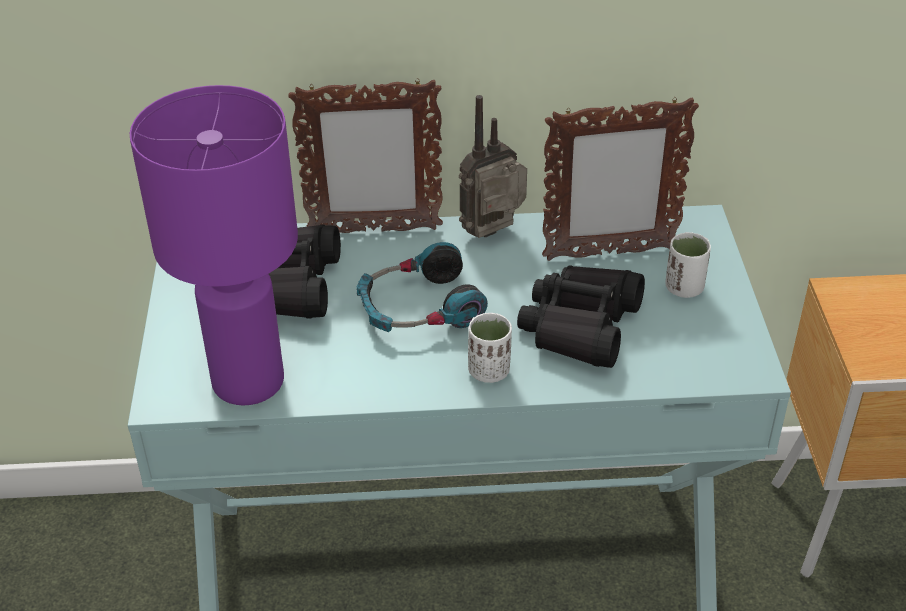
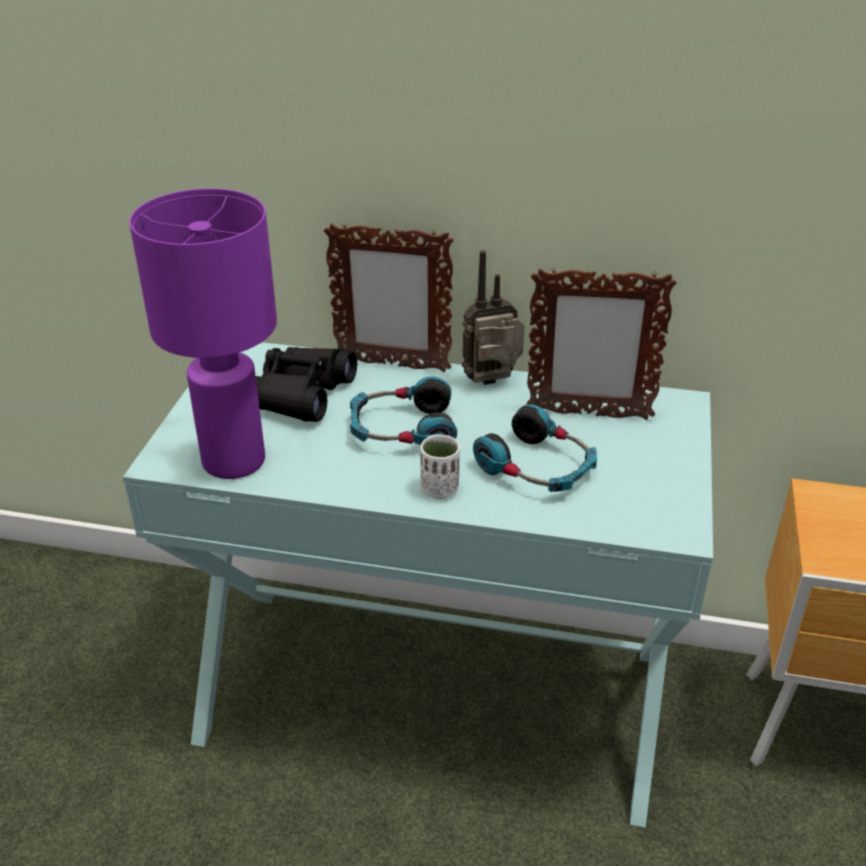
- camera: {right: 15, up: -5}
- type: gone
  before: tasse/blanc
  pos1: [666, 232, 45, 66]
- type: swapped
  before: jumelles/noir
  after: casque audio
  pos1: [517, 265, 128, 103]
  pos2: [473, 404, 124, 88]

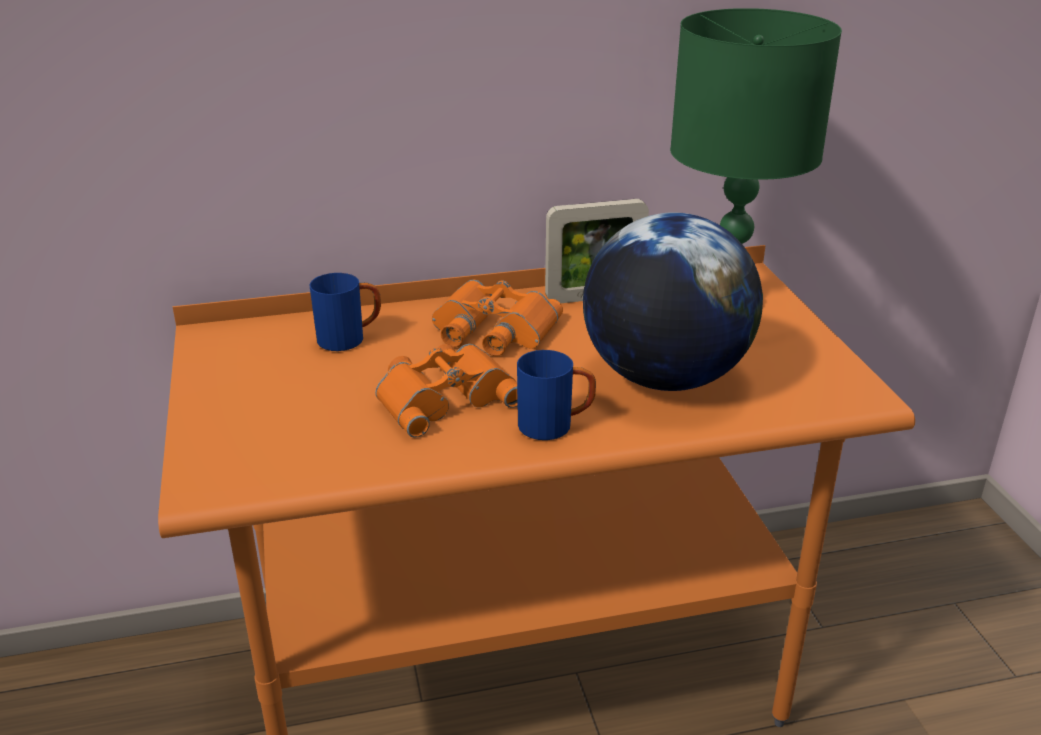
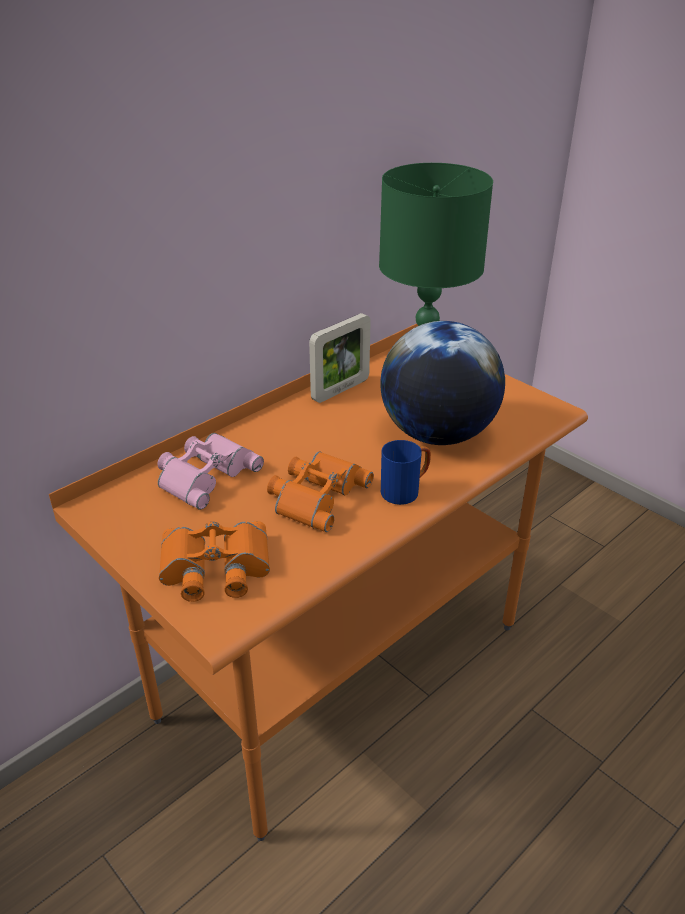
- camera: {right: -30, up: 5}
- type: swapped
  before: mug/bleu
  after: jumelles/rose
  pos1: [310, 273, 71, 78]
  pos2: [157, 433, 107, 77]
- type: shifted
  before: jumelles/orange
  pos1: [432, 279, 131, 77]
  pos2: [159, 521, 111, 81]

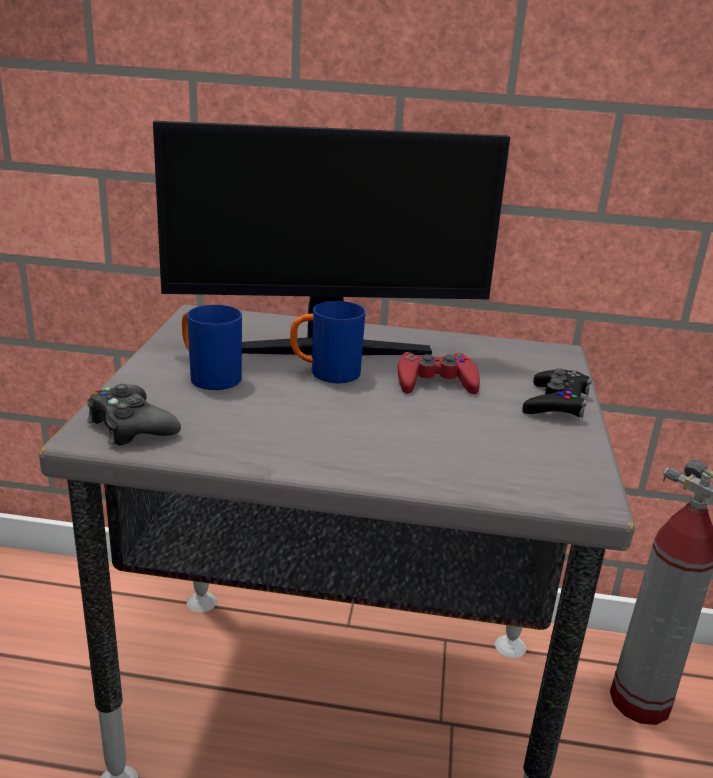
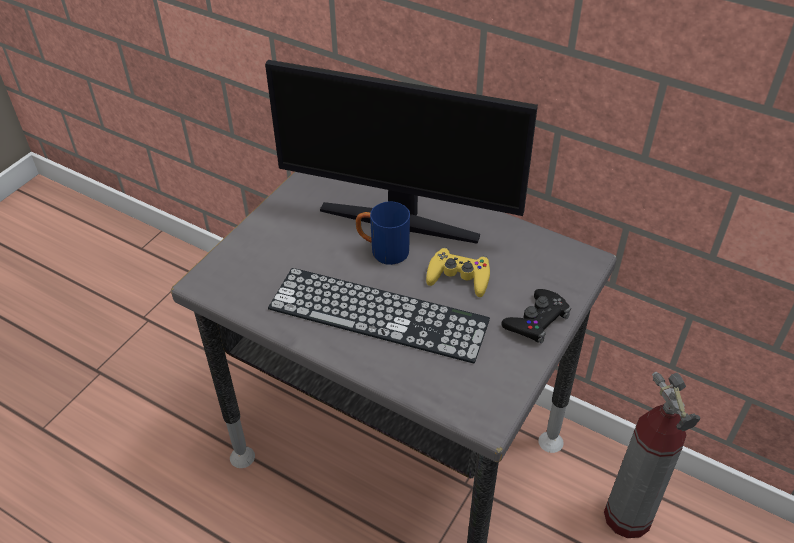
- camera: {right: 25, up: 20}
- type: gone
  before: mug/bleu
  pos1: [182, 305, 60, 85]
- type: repainted
  before: manette/rouge
  after: manette/jaune
  pos1: [397, 352, 83, 42]
  pos2: [426, 247, 64, 50]
- type: gone
  before: manette/noir
  pos1: [87, 384, 94, 62]
- type: new
  after: clavier
  pos2: [268, 268, 222, 95]

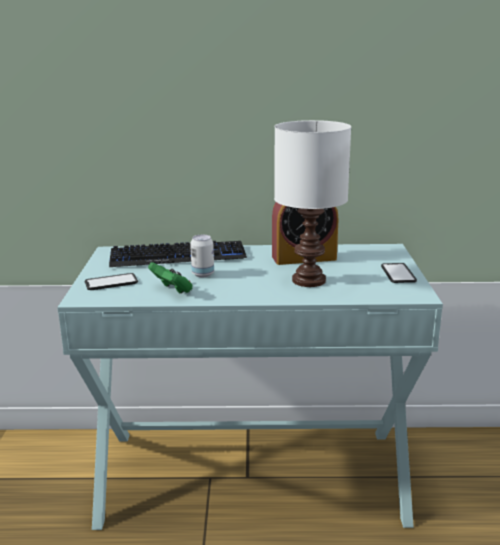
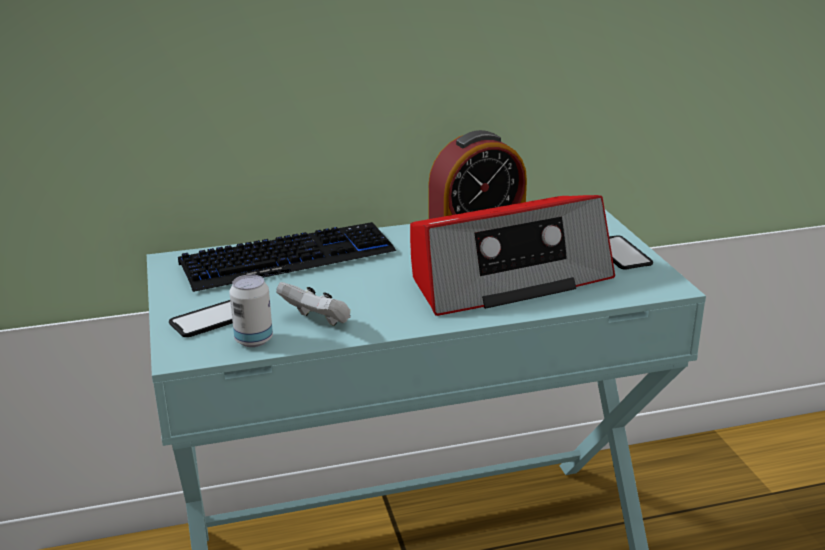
- camera: {right: -15, up: 5}
- type: swapped
  before: lampe de table/blanc
  after: radio
  pos1: [274, 120, 77, 167]
  pos2: [410, 195, 205, 121]
- type: shifted
  before: boîte métallique
  pos1: [190, 235, 24, 42]
  pos2: [229, 274, 44, 73]
- type: repainted
  before: manette/vert
  after: manette/blanc
  pos1: [148, 262, 45, 32]
  pos2: [276, 282, 75, 44]

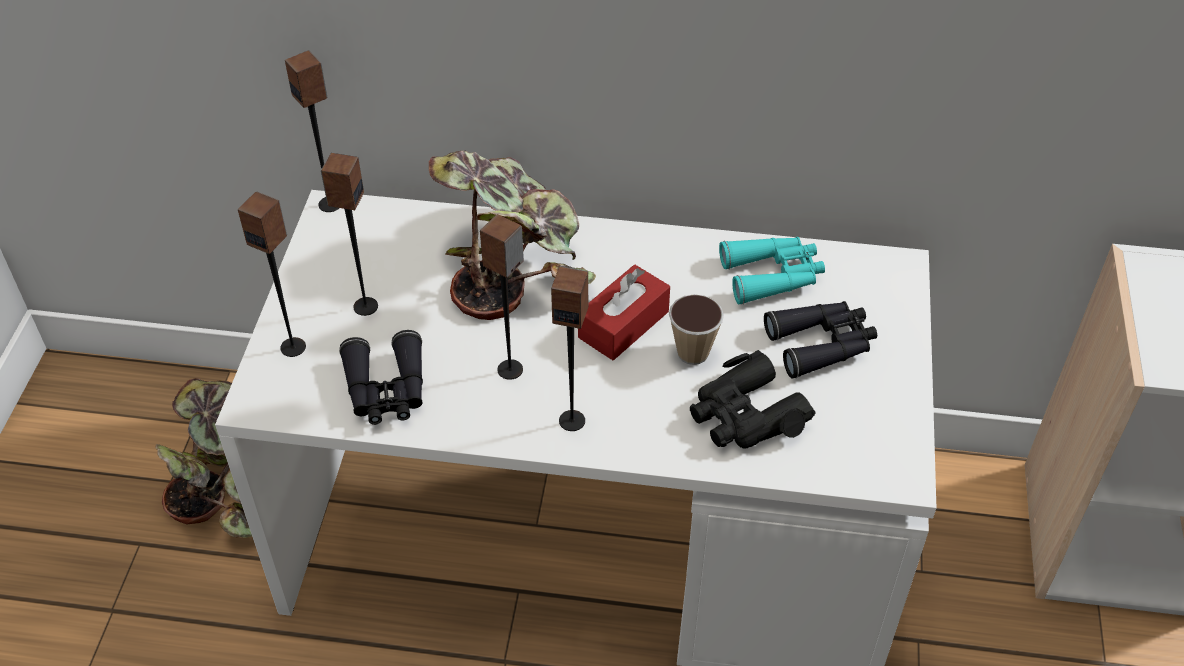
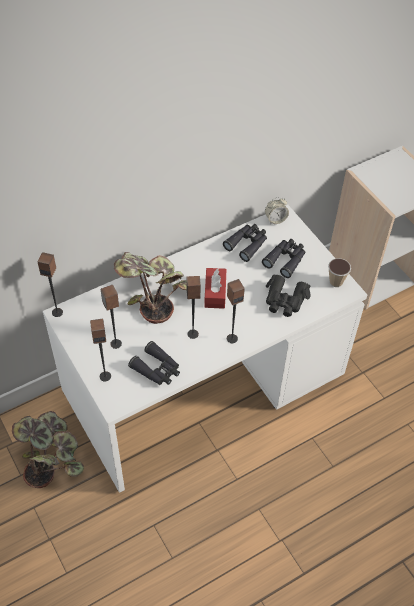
- camera: {right: -40, up: 5}
- type: repainted
  before: jumelles/turquoise
  after: jumelles/noir
  pos1: [719, 237, 106, 67]
  pos2: [223, 224, 44, 38]
- type: shifted
  before: tasse
  pos1: [669, 294, 55, 71]
  pos2: [328, 258, 23, 29]
- type: new
  after: réveil
  pos2: [265, 197, 24, 27]

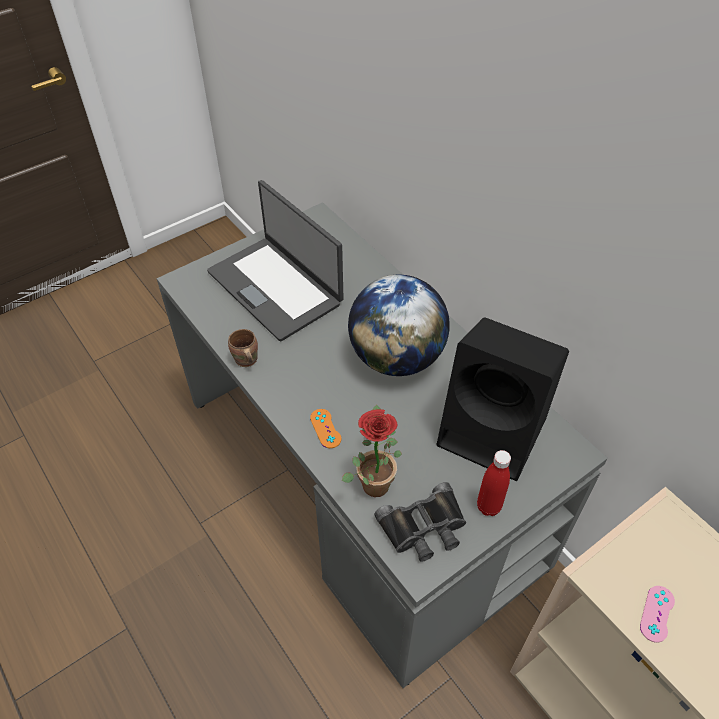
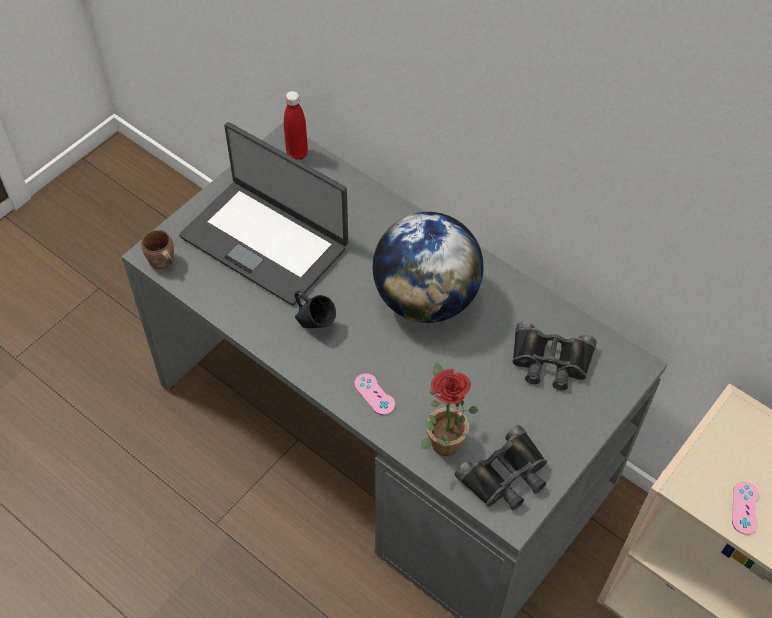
- camera: {right: -15, up: 5}
- type: swapped
  before: enceinte/noir
  after: jumelles/noir
  pos1: [436, 317, 133, 164]
  pos2: [512, 322, 84, 68]
- type: shifted
  before: mug/marron
  pos1: [228, 329, 30, 38]
  pos2: [141, 230, 33, 40]
- type: repainted
  before: manette/orange
  after: manette/rose
  pos1: [310, 409, 31, 39]
  pos2: [354, 373, 41, 42]
- type: shifted
  before: bouteille/rouge
  pos1: [477, 450, 34, 66]
  pos2: [284, 91, 24, 69]
- type: new
  after: mug/bleu
  pos2: [295, 291, 41, 37]

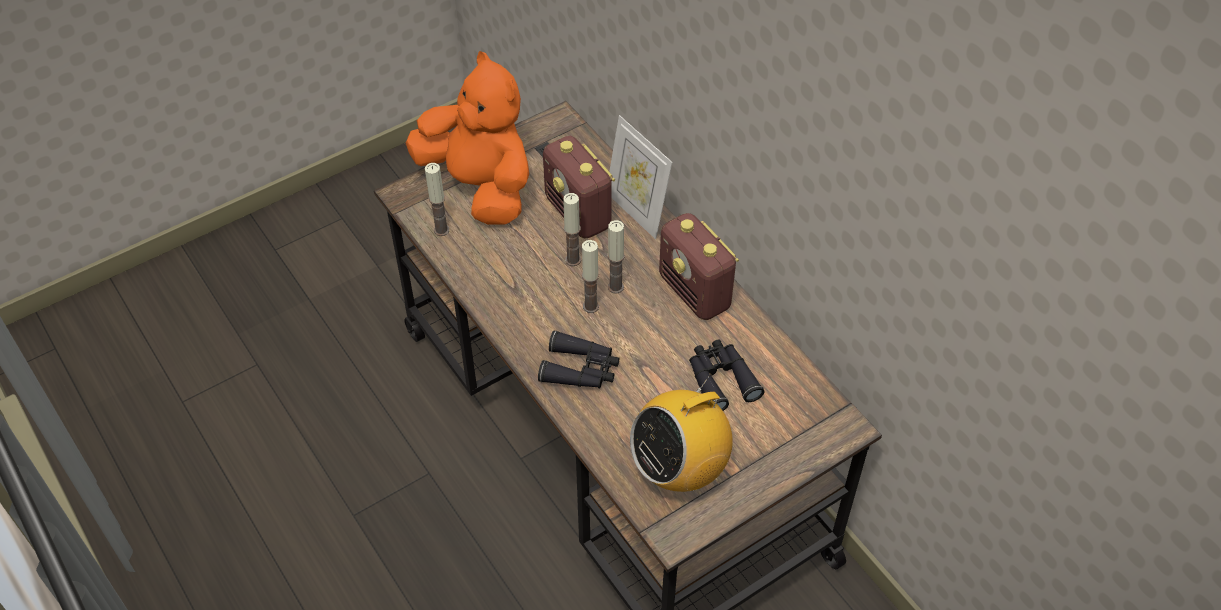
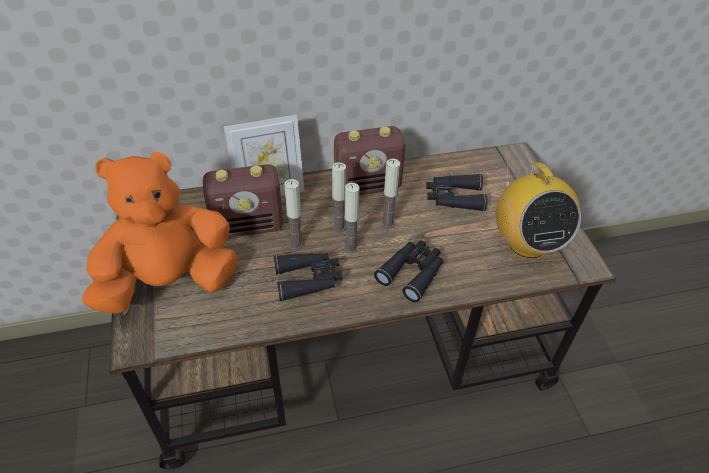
- camera: {right: -70, up: -5}
- type: shifted
  before: bougie
  pos1: [425, 163, 24, 73]
  pos2: [381, 159, 19, 69]
- type: new
  after: jumelles/noir
  pos2: [274, 253, 68, 48]

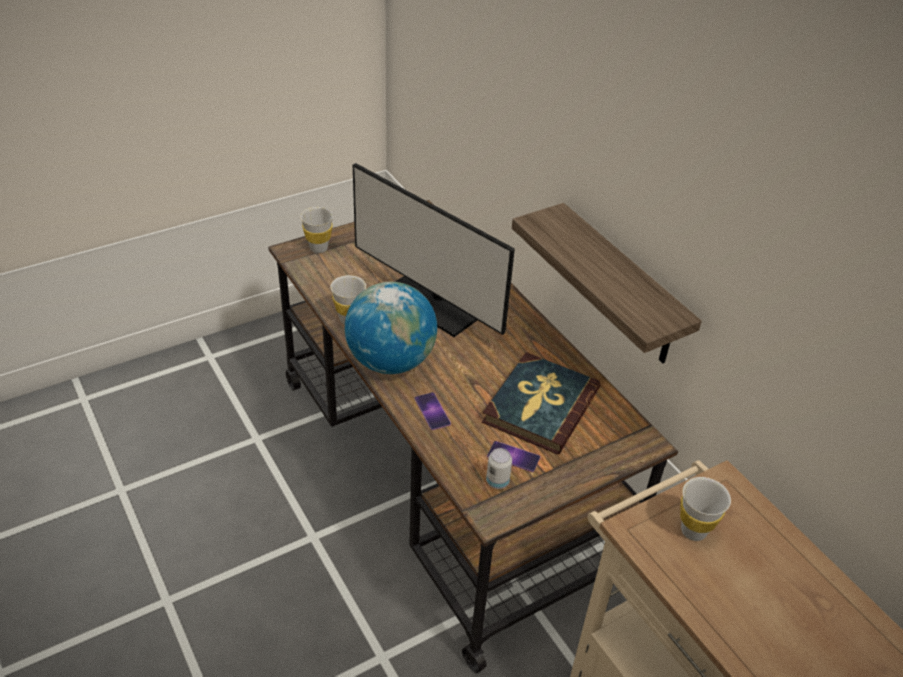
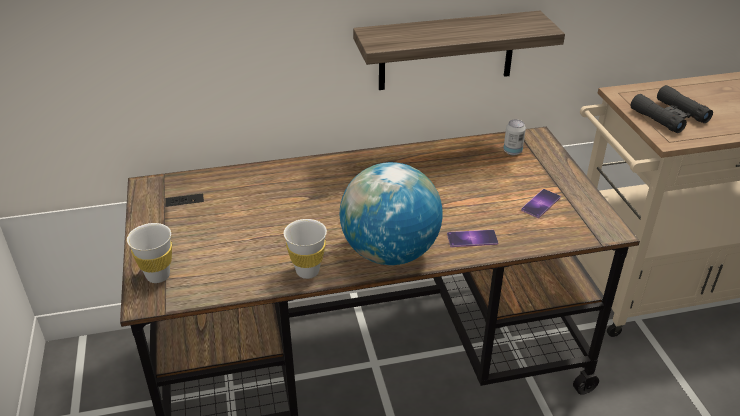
- camera: {right: -70, up: -5}
- type: gone
  before: écran d'ordinateur
  pos1: [353, 163, 162, 174]
- type: gone
  before: livre
  pos1: [482, 352, 118, 102]
- type: shifted
  before: boîte métallique
  pos1: [486, 448, 26, 41]
  pos2: [503, 119, 23, 36]
- type: swapped
  before: tasse/blanc
  after: jumelles/noir
  pos1: [680, 477, 51, 64]
  pos2: [631, 85, 82, 48]

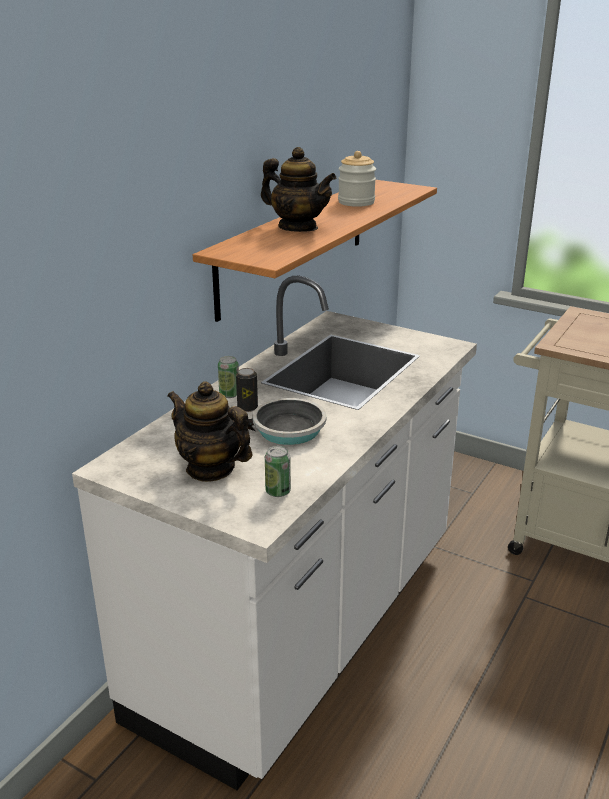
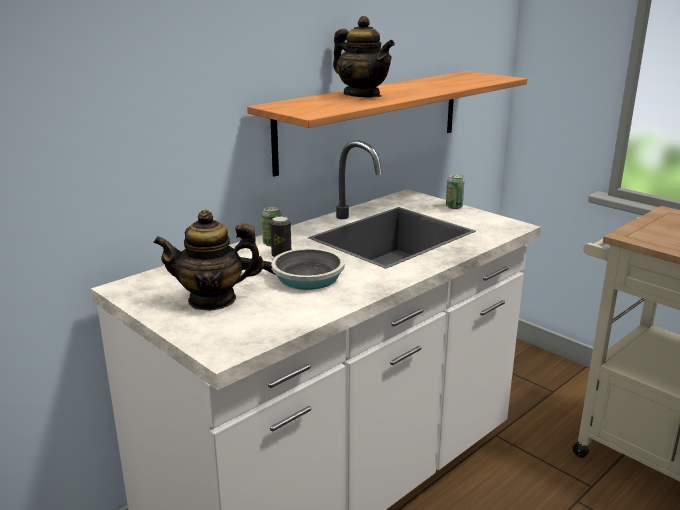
- camera: {right: 15, up: -5}
- type: gone
  before: bocal
  pos1: [338, 151, 38, 56]
- type: rotated
  before: théière
  pos1: [167, 381, 85, 101]
  pos2: [153, 210, 111, 101]
  turn: -60
- type: shifted
  before: boîte métallique
  pos1: [265, 446, 26, 51]
  pos2: [446, 174, 19, 35]

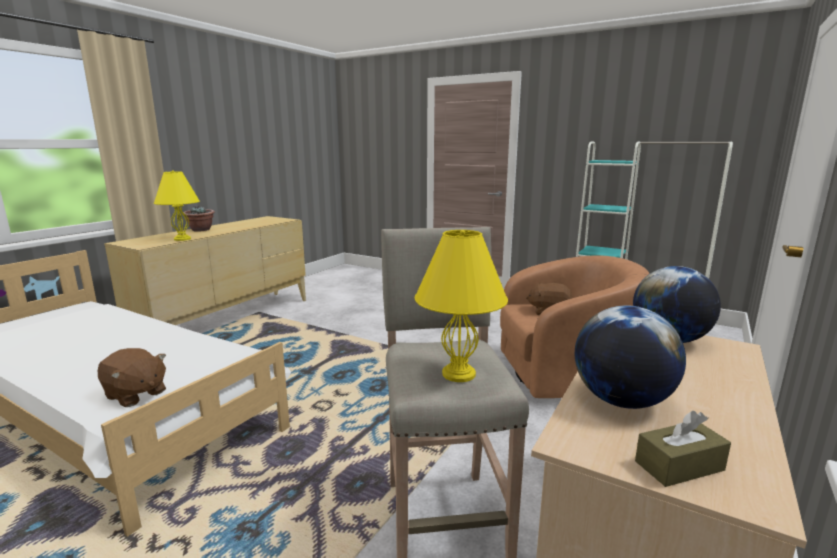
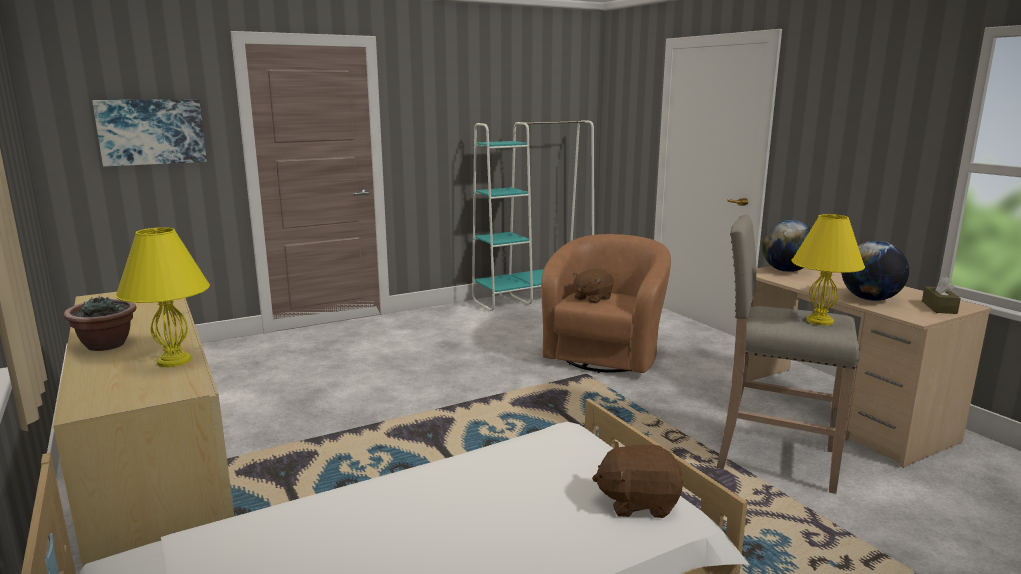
- camera: {right: -60, up: 0}
- type: rotated
  before: peluche/marron
  pos1: [98, 348, 68, 59]
  pos2: [592, 441, 91, 77]
  turn: -150
- type: new
  after: tableau
  pos2: [92, 99, 115, 68]

